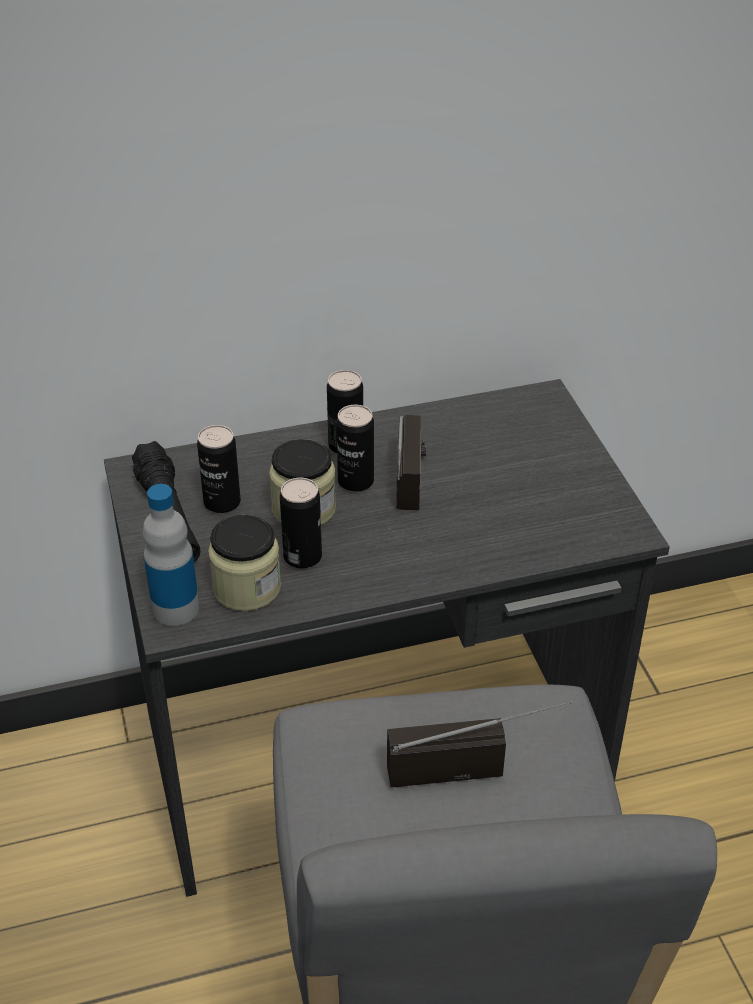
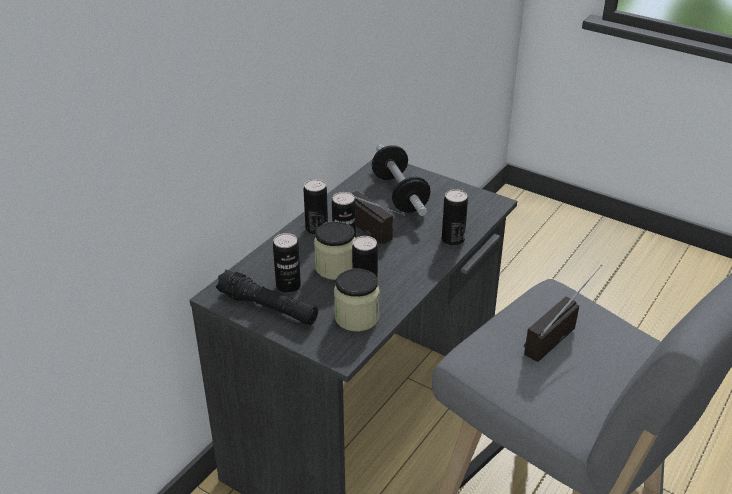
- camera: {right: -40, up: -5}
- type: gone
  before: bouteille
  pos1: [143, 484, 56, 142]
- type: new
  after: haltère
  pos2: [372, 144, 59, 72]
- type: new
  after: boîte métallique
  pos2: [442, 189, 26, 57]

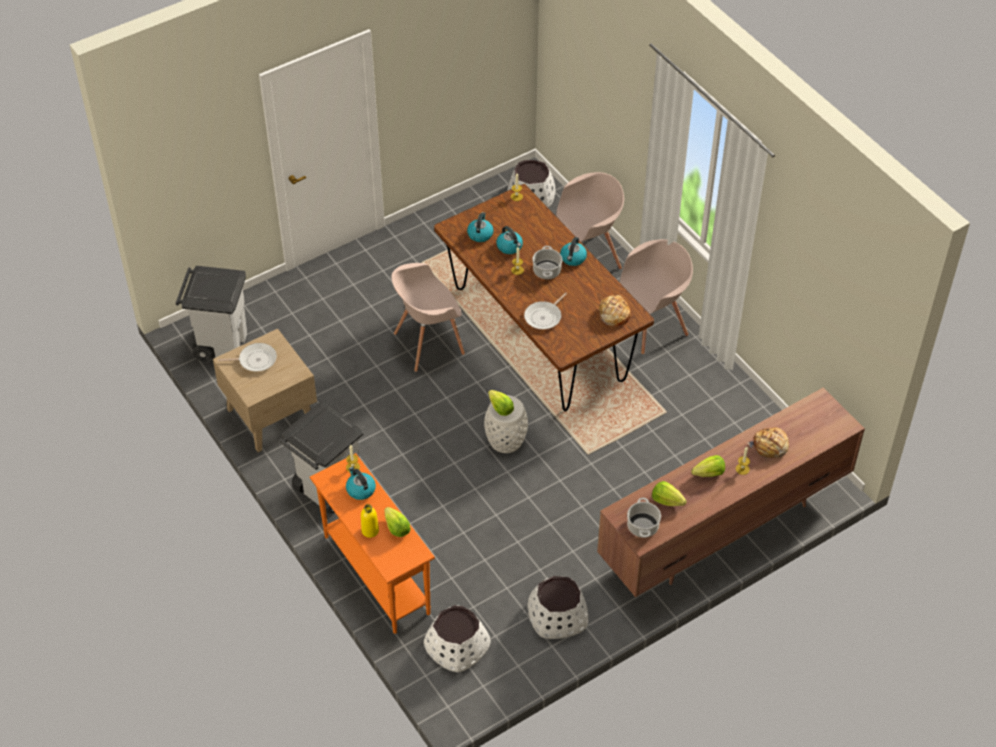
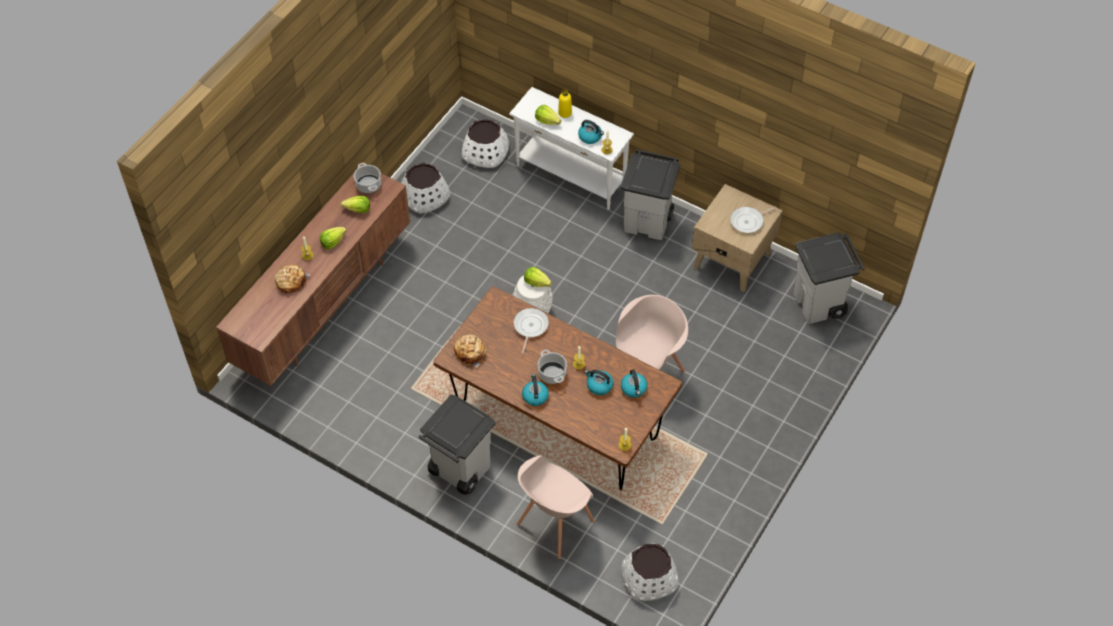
- camera: {right: 155, up: 5}
- type: swapped
  before: chaise/beige
  after: poubelle/gris
  pos1: [620, 239, 73, 115]
  pos2: [418, 394, 78, 101]
- type: repainted
  before: table console/orange
  after: table console/blanc
  pos1: [310, 453, 125, 181]
  pos2: [509, 87, 125, 123]

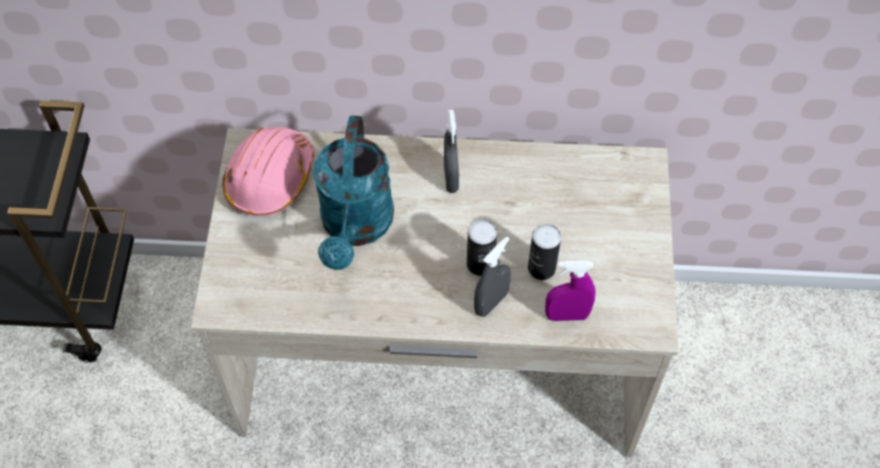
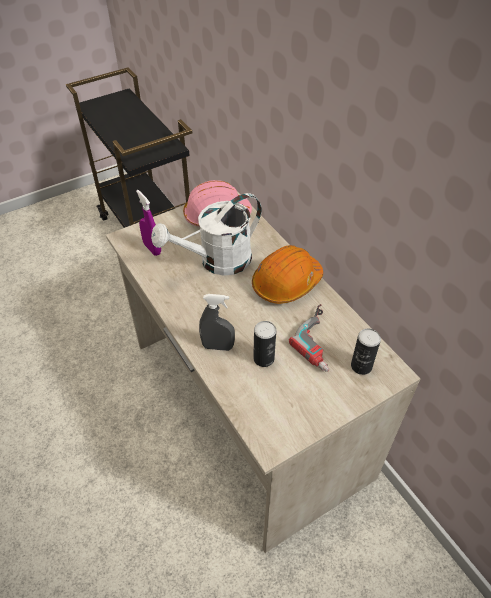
- camera: {right: 55, up: -10}
- type: swapped
  before: vaporisateur/gris
  after: casque de chantier/orange
  pos1: [444, 110, 15, 83]
  pos2: [252, 245, 71, 59]
- type: repainted
  before: arrosoir/turquoise
  after: arrosoir/blanc
  pos1: [313, 115, 81, 155]
  pos2: [151, 193, 111, 83]
- type: shifted
  before: boîte métallique
  pos1: [467, 220, 30, 56]
  pos2: [351, 328, 30, 47]
- type: shifted
  before: vaporisateur/violet
  pos1: [545, 261, 50, 60]
  pos2: [136, 190, 25, 66]
- type: new
  after: perceuse
  pos2: [289, 304, 40, 68]

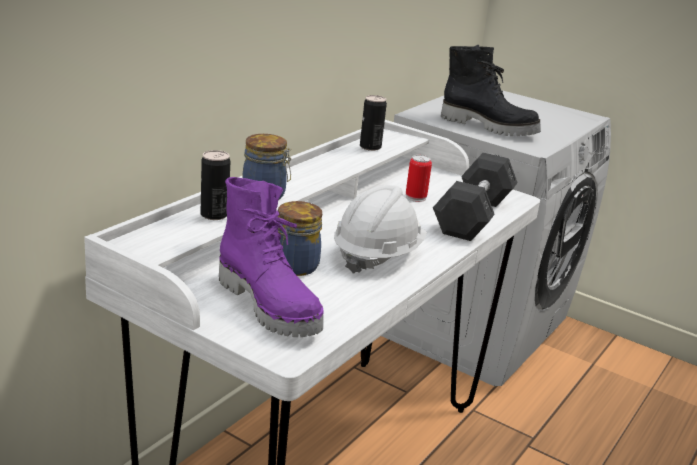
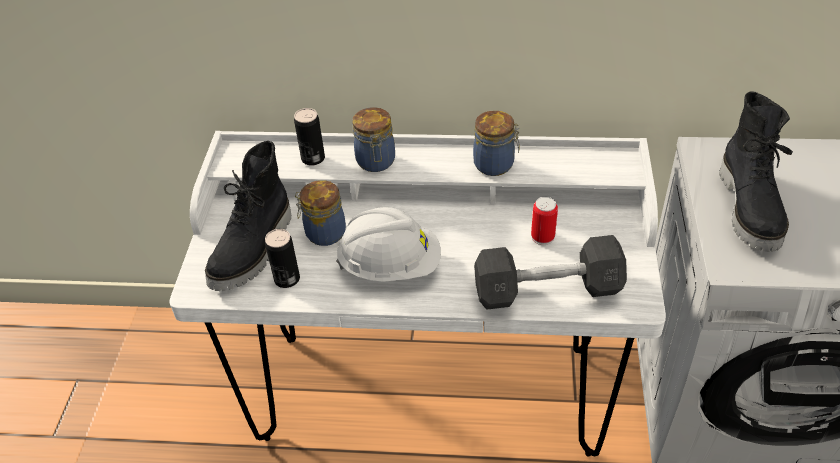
- camera: {right: 65, up: 20}
- type: shifted
  before: boîte métallique
  pos1: [360, 95, 27, 56]
  pos2: [265, 229, 35, 59]
- type: repainted
  before: botte/violet
  after: botte/noir
  pos1: [219, 177, 104, 160]
  pos2: [205, 141, 86, 150]
- type: new
  after: bocal
  pos2: [473, 110, 47, 66]

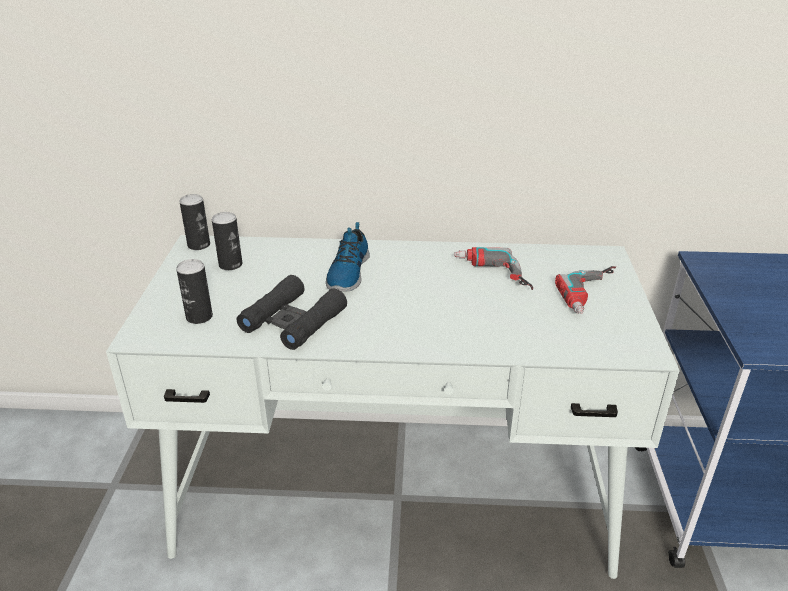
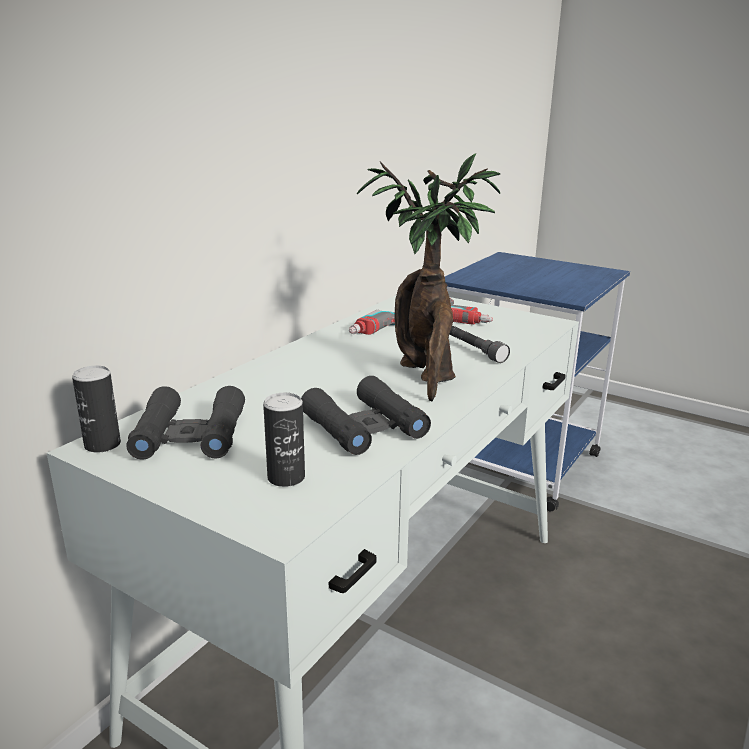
- camera: {right: -60, up: -10}
- type: swapped
  before: boîte métallique
  after: jumelles/noir
  pos1: [212, 212, 30, 58]
  pos2: [126, 386, 119, 74]
- type: gone
  before: chaussure
  pos1: [326, 222, 44, 69]
- type: new
  after: plante en pot
  pos2: [357, 153, 143, 248]
- type: new
  after: lampe de poche/gris
  pos2: [450, 326, 60, 37]

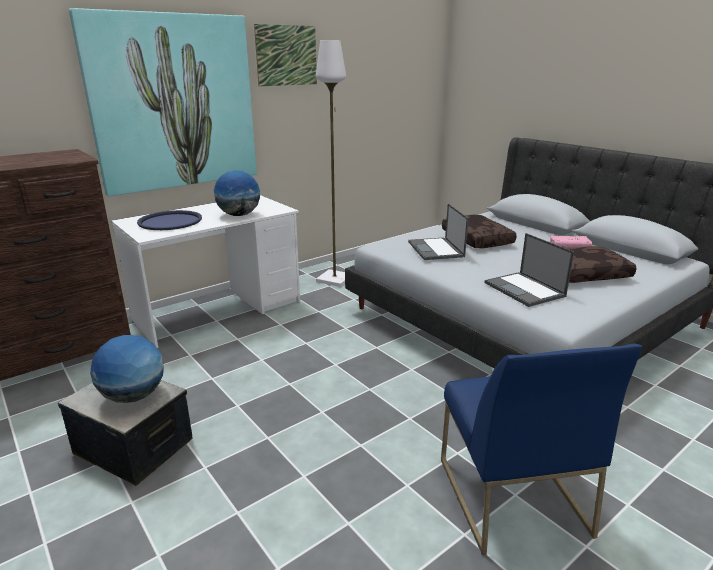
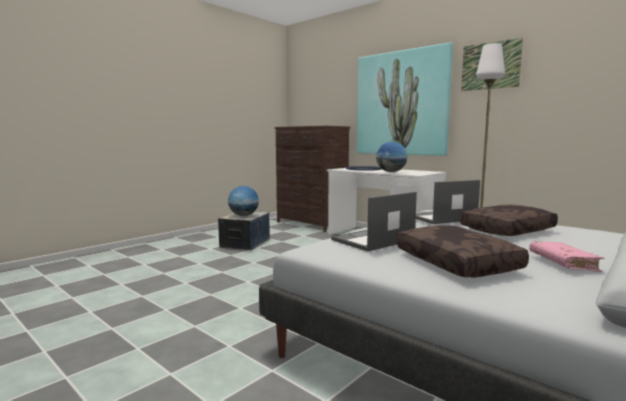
- camera: {right: 80, up: -15}
- type: gone
  before: chaise/bleu
  pos1: [441, 344, 201, 211]

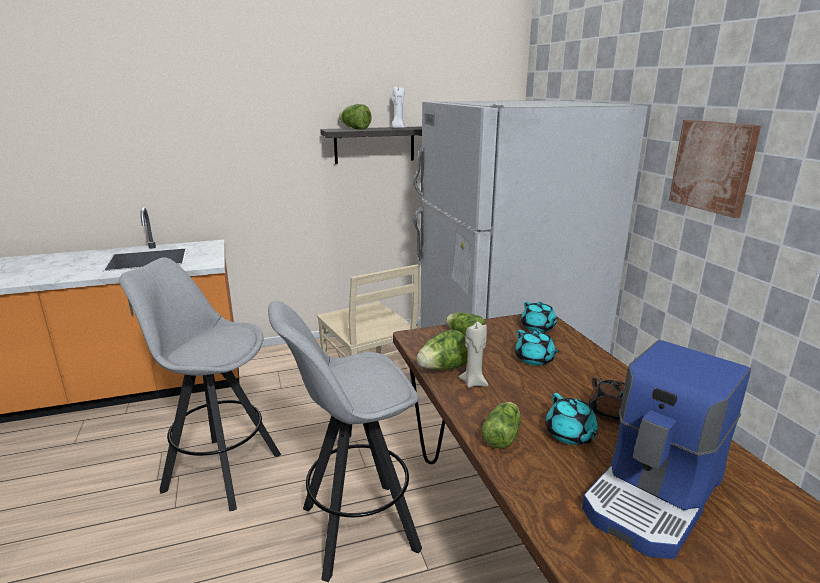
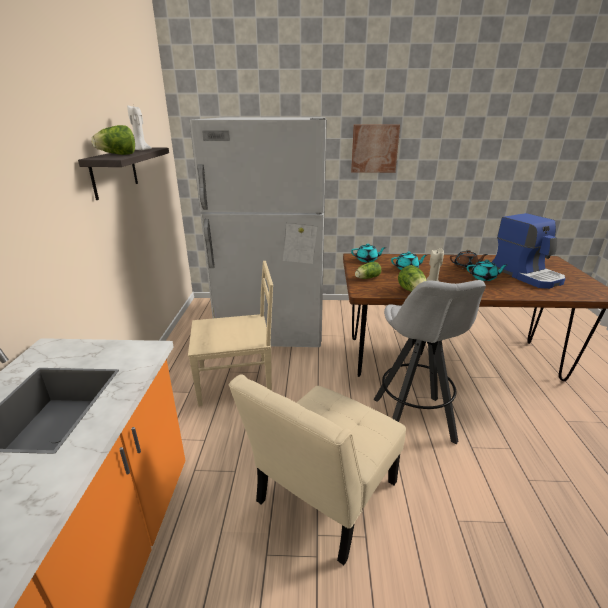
- camera: {right: -70, up: 5}
- type: swapped
  before: tabouret/gris
  after: chaise/beige
  pos1: [119, 257, 162, 254]
  pos2: [229, 374, 177, 191]
- type: gone
  before: laitue
  pos1: [482, 402, 39, 47]

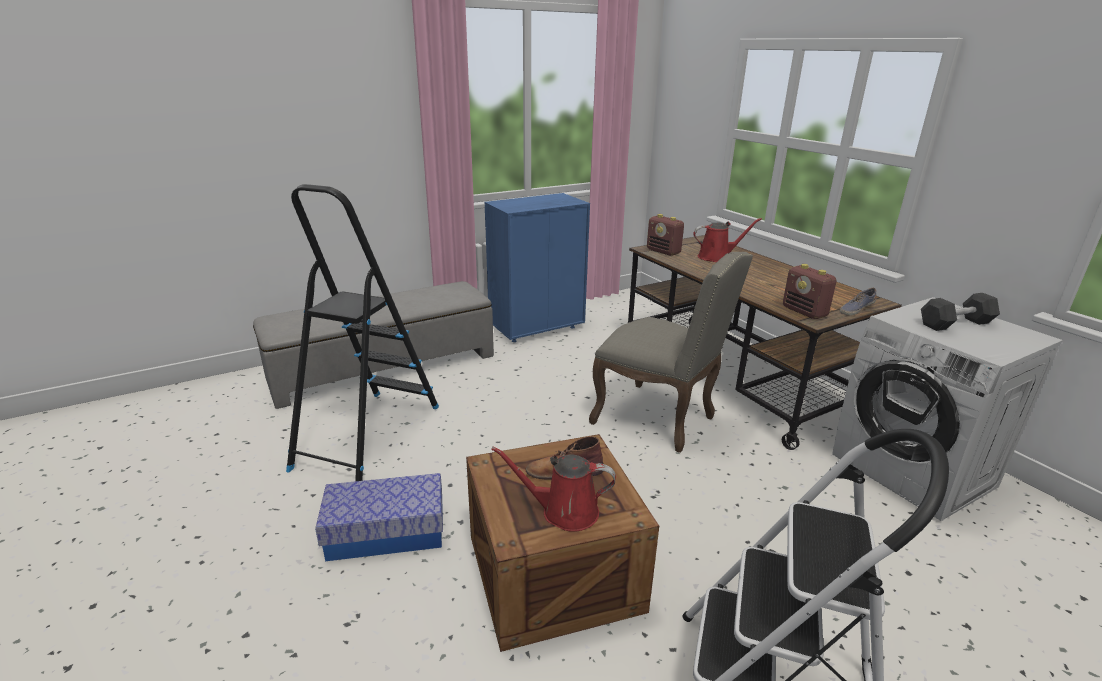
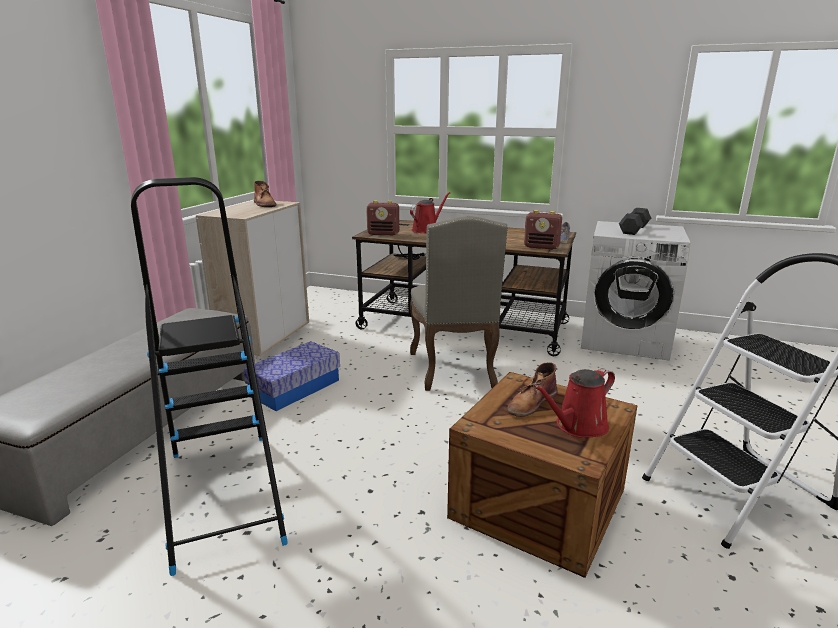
- camera: {right: -40, up: -5}
- type: repainted
  before: meuble de rangement/bleu
  after: meuble de rangement/beige
  pos1: [485, 193, 105, 149]
  pos2: [196, 200, 113, 159]
- type: rotated
  before: chaise/gris
  pos1: [589, 252, 164, 201]
  pos2: [410, 216, 98, 175]
  turn: 90
- type: shifted
  before: boîte de rangement
  pos1: [315, 473, 128, 88]
  pos2: [243, 341, 97, 70]
- type: new
  after: botte/marron
  pos2: [254, 181, 23, 26]

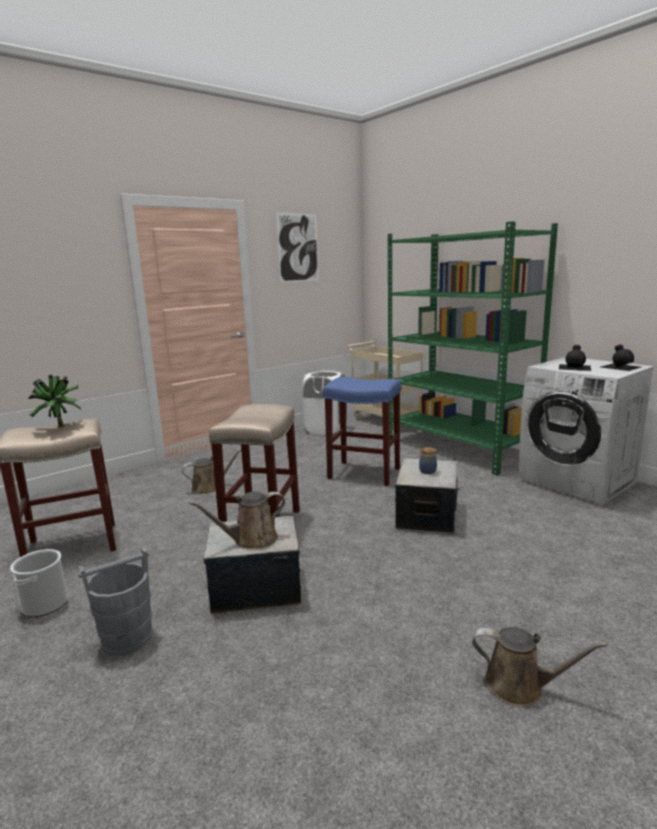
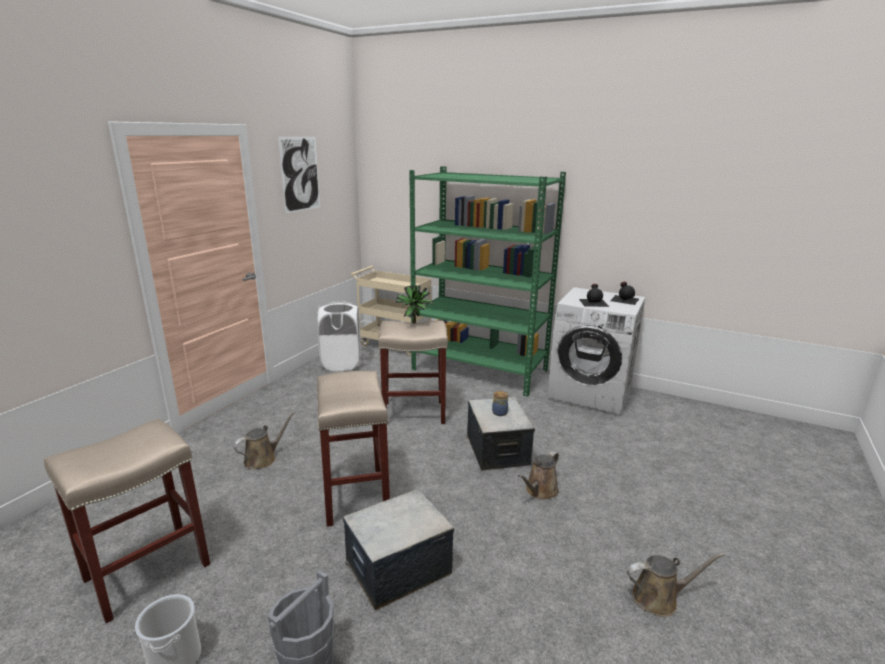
- camera: {right: -25, up: 5}
- type: shifted
  before: plante en pot
  pos1: [28, 375, 53, 52]
  pos2: [396, 285, 38, 39]
- type: repainted
  before: tabouret/bleu
  after: tabouret/beige
  pos1: [323, 377, 78, 109]
  pos2: [378, 321, 70, 103]
- type: shifted
  before: arrosoir/marron
  pos1: [189, 492, 96, 57]
  pos2: [518, 451, 41, 49]

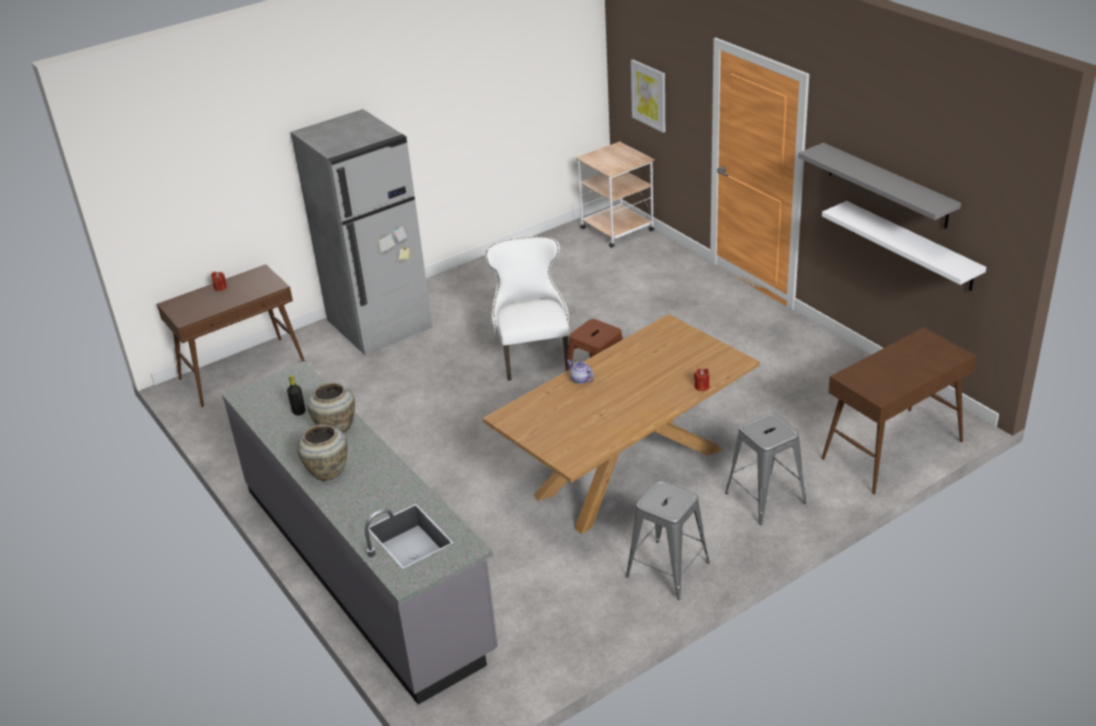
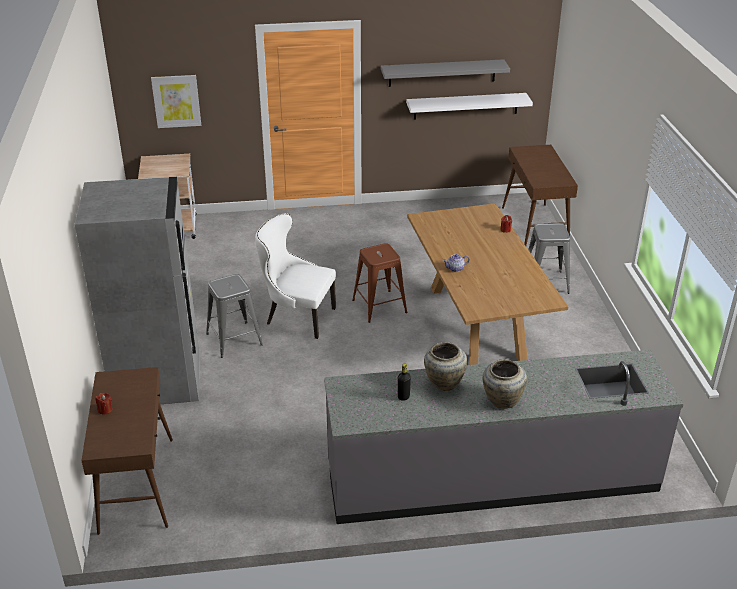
- camera: {right: -65, up: 0}
- type: shifted
  before: tabouret/gris
  pos1: [626, 481, 84, 119]
  pos2: [206, 274, 57, 84]

